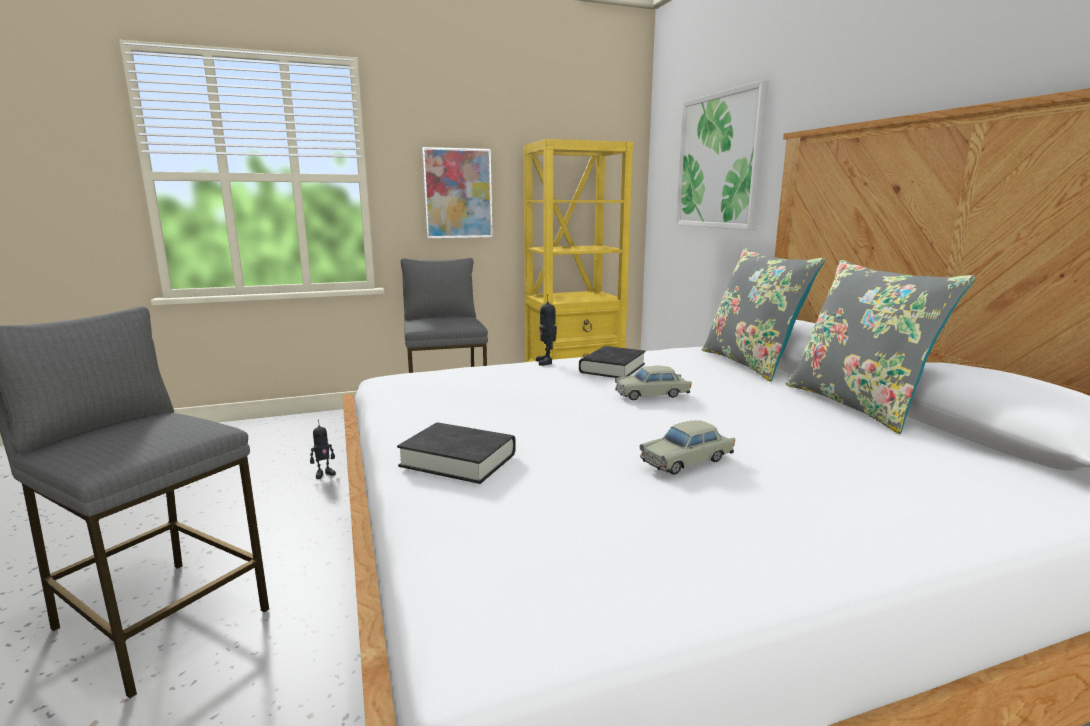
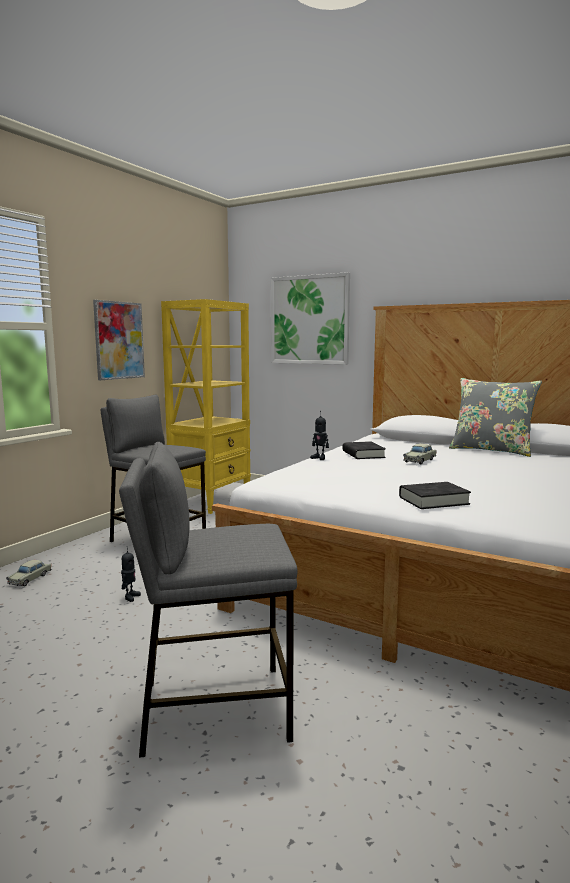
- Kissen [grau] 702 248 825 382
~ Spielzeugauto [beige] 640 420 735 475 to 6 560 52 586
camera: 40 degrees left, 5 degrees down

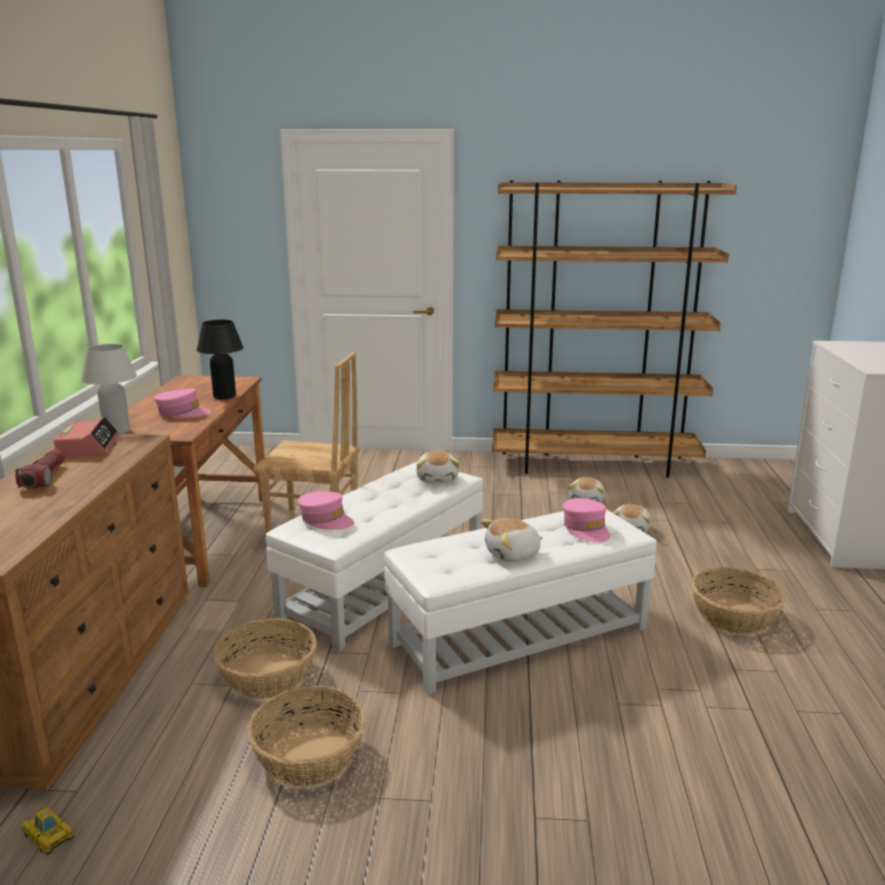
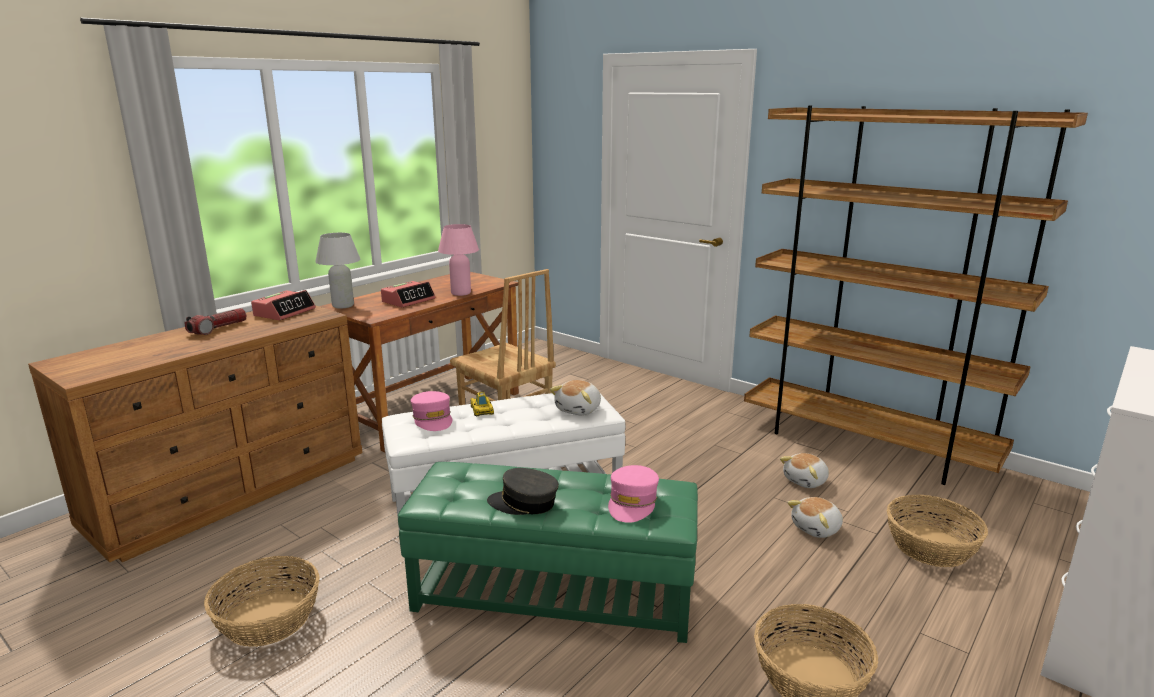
~ Spielzeugauto 22 807 74 855 to 471 392 494 416
~ Korb 214 618 317 699 to 887 495 988 567
~ Kappe [rosa] 154 388 211 418 to Wecker 381 281 436 307
~ Plüschtier 480 518 543 562 to Kappe [grau] 487 468 559 515
~ Tischlampe [schwarz] 197 320 243 399 to Tischlampe [rosa] 438 224 479 296
~ Polsterhocker [weiß] 384 509 657 695 to Polsterhocker [grün] 398 462 698 643
camera: 35 degrees right, 0 degrees up

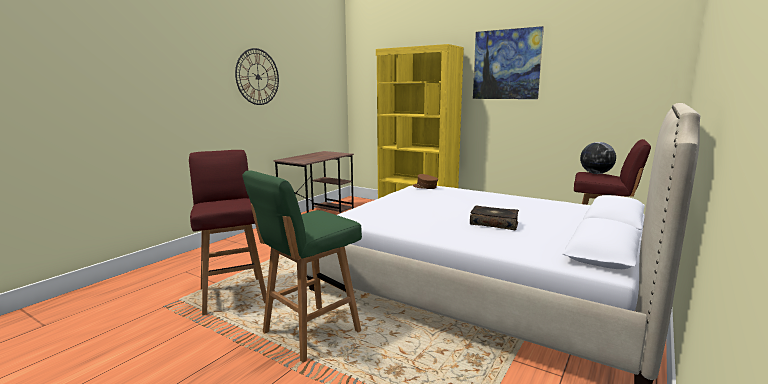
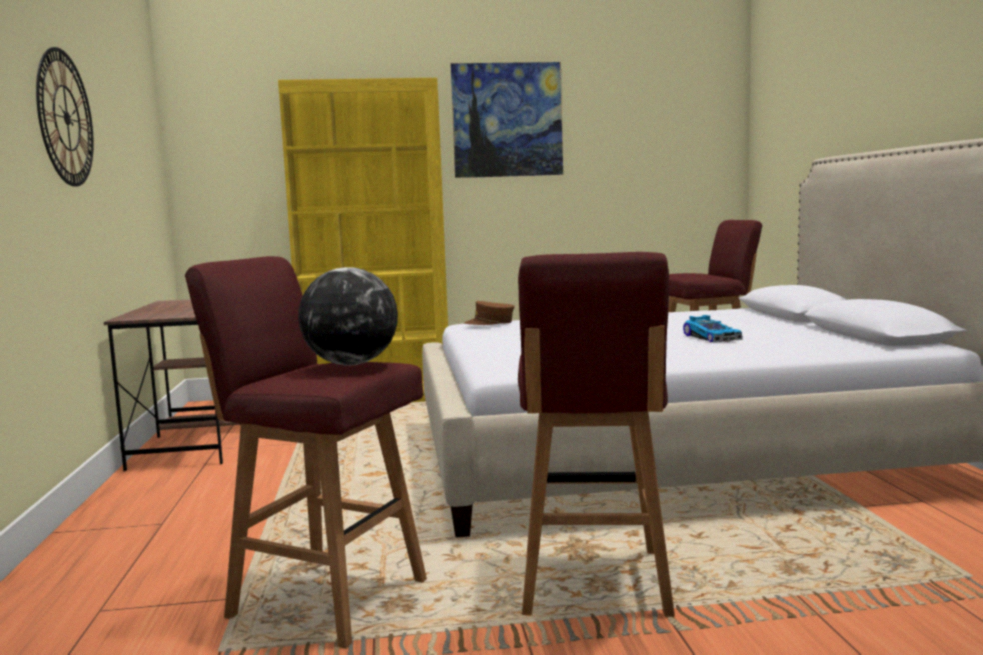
~ Globus 580 142 616 174 to 298 267 398 365
~ Buch 470 206 519 230 to Spielzeugauto 683 315 743 342
~ Hocker [grün] 242 170 362 363 to Hocker [rot] 518 252 675 617
camera: 40 degrees left, 5 degrees down

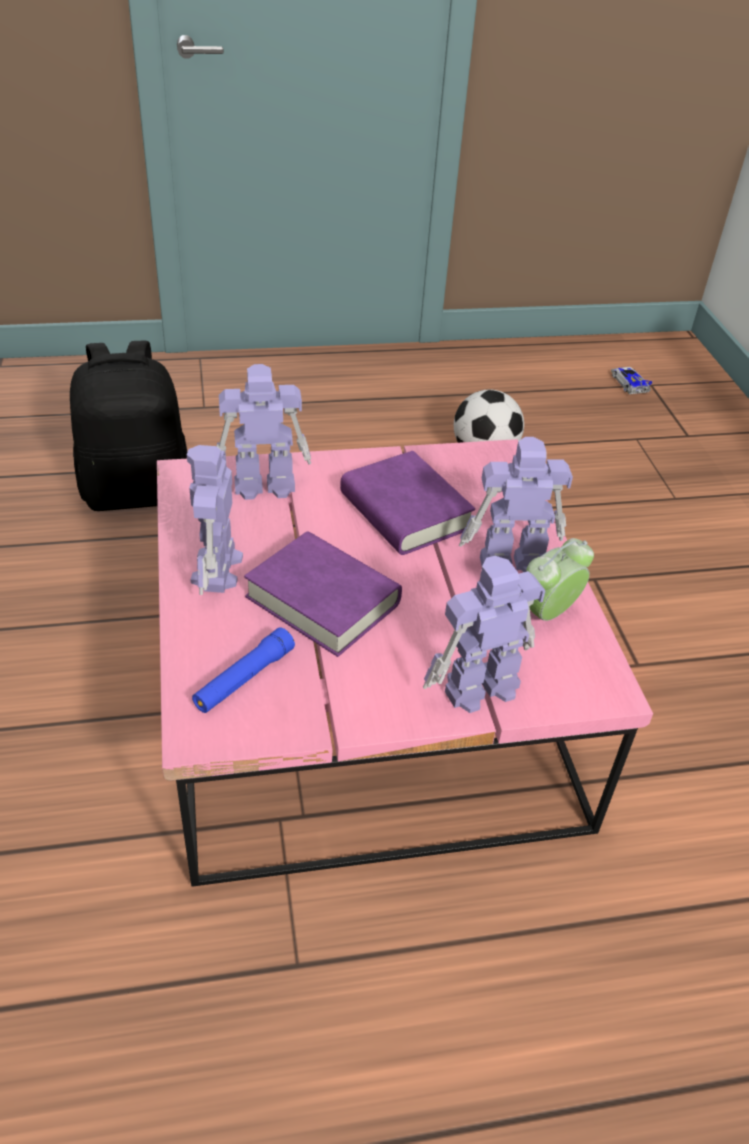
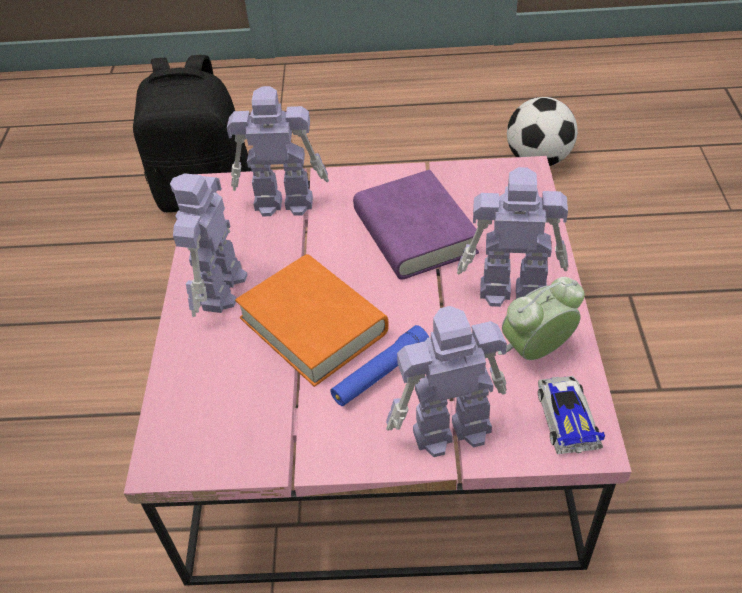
~ Taschenlampe [blau] 192 627 295 713 to 330 325 429 406
~ Spielzeugauto 611 367 652 394 to 538 376 605 454
~ Buch [lila] 244 532 402 657 to Buch [orange] 235 254 389 387
camera: 15 degrees right, 5 degrees up

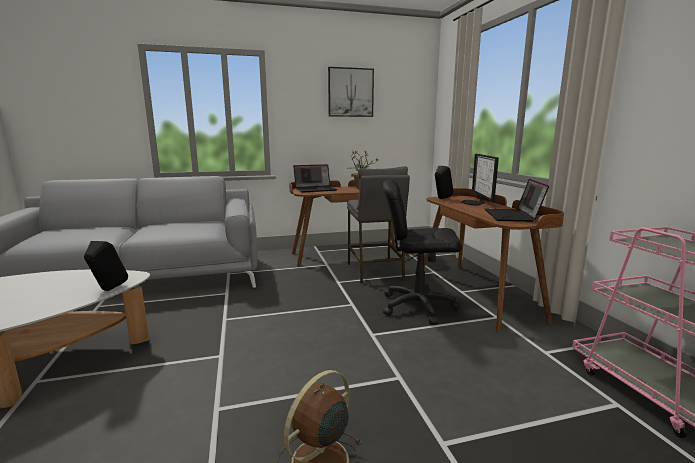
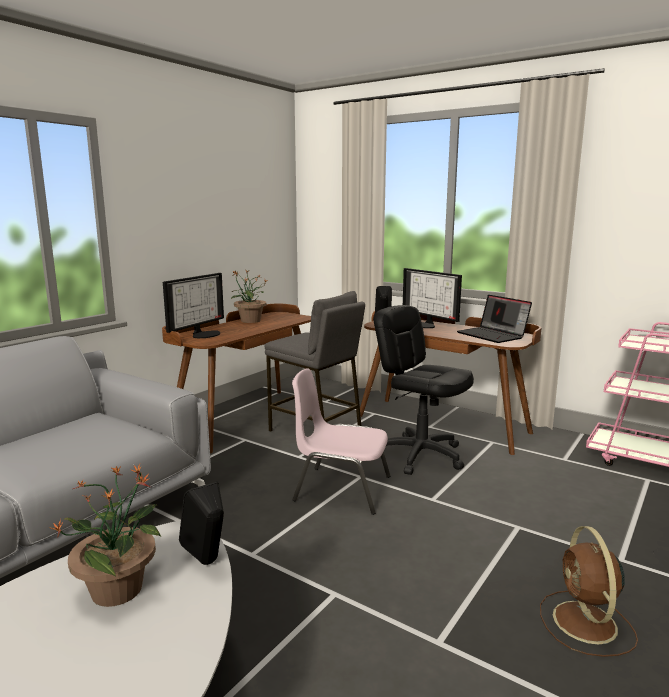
- Bild 328 67 374 117
+ Topfpflanze 51 464 161 607
+ Stuhl [rosa] 292 369 390 515
~ Laptop 293 164 337 193 to Monitor 163 273 224 338
~ Bürostuhl [schwarz] 383 180 462 325 = 374 305 474 475 75 degrees clockwise
camera: 40 degrees left, 0 degrees up

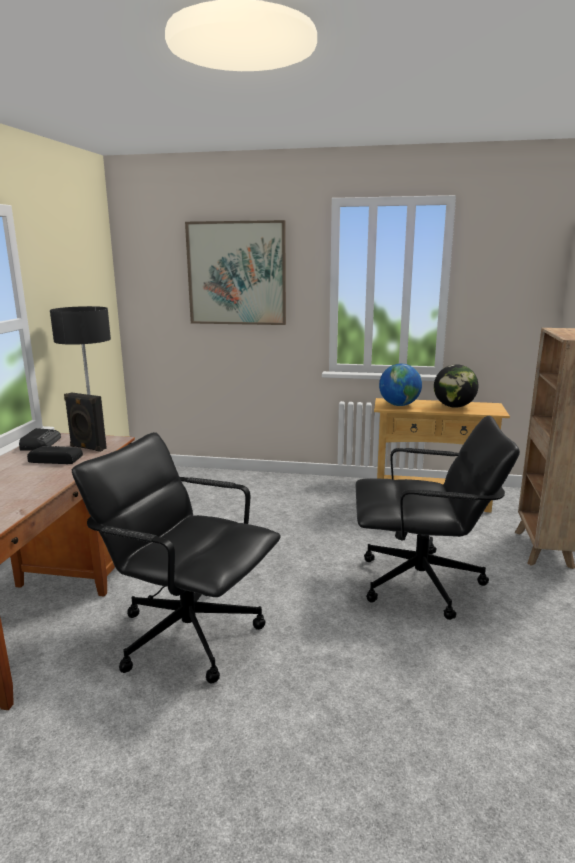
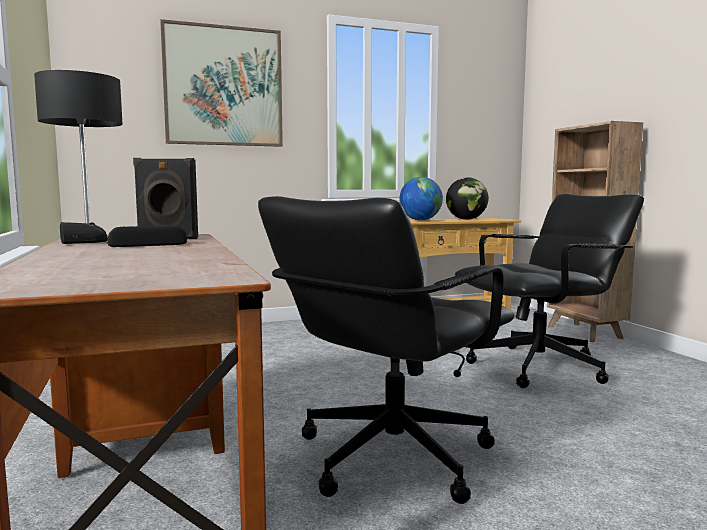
~ Bürostuhl [schwarz] 72 432 281 684 = 258 196 514 504 45 degrees counterclockwise
camera: 30 degrees left, 10 degrees down

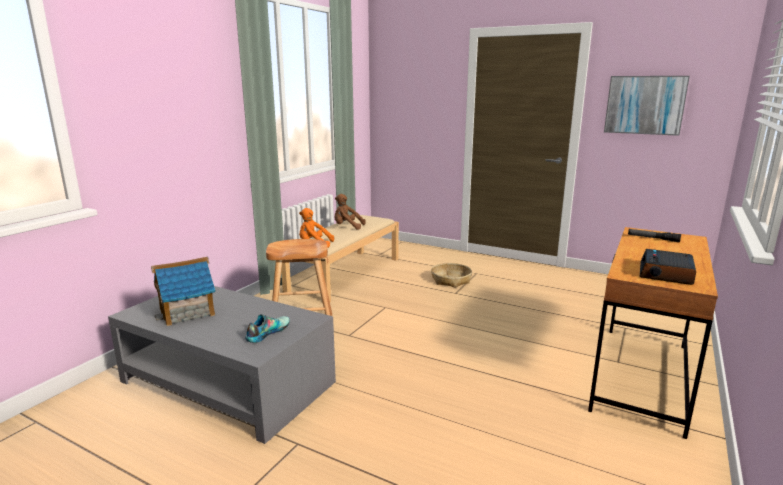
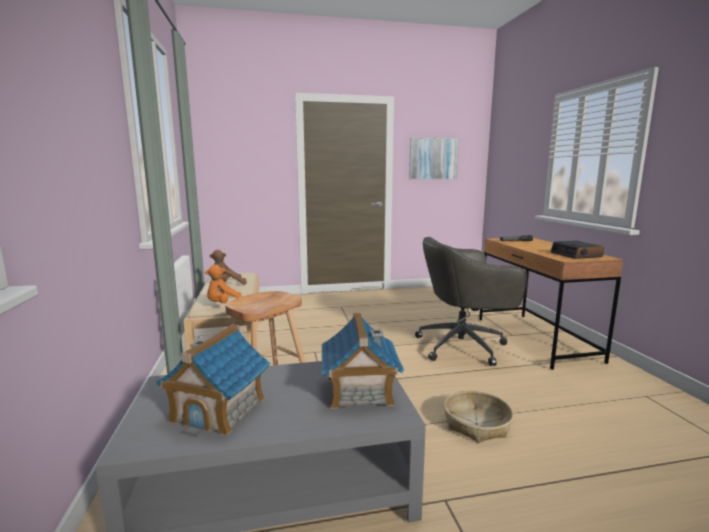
+ Bürostuhl [grau] 415 237 527 366
~ Korb 431 263 472 288 to 444 391 513 443
~ Schuh 245 314 290 343 to Spielzeughaus 322 312 404 409
camera: 40 degrees left, 5 degrees down

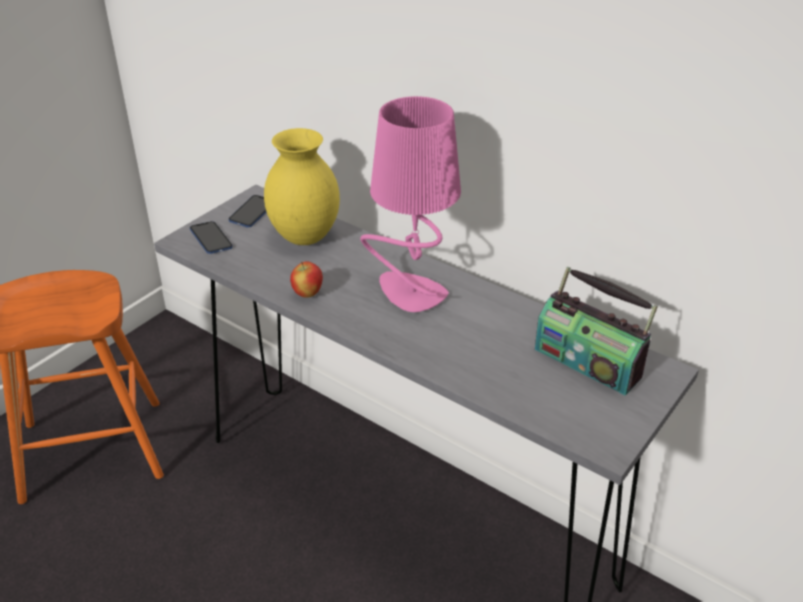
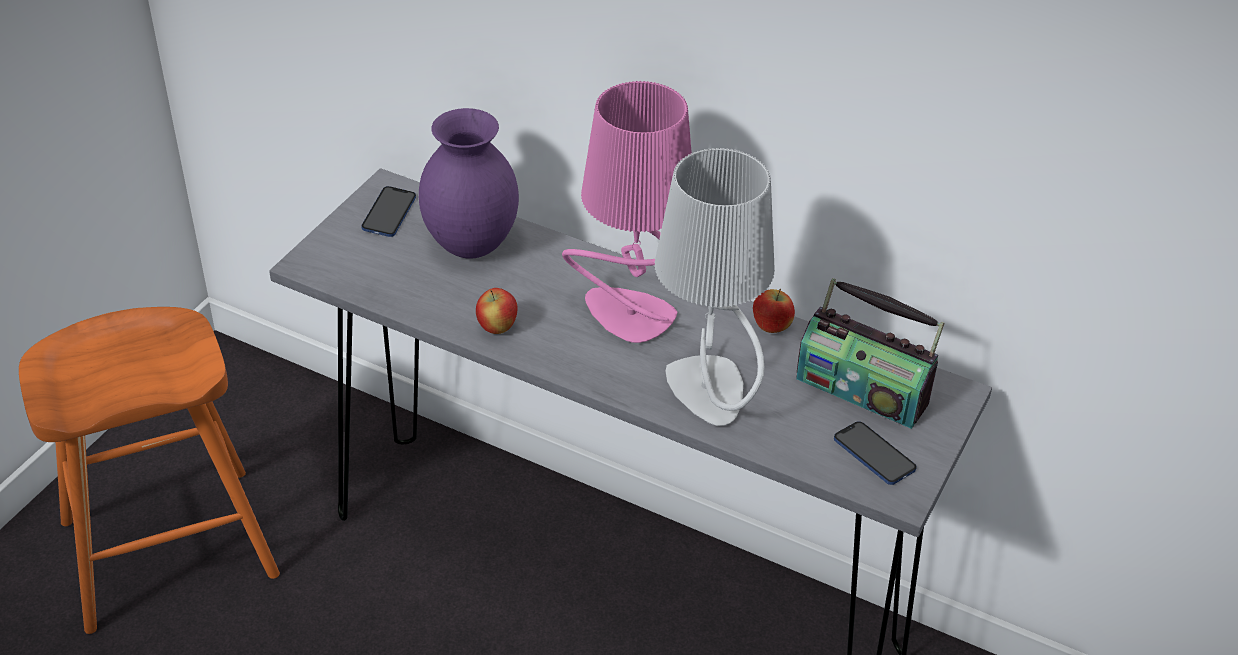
+ Tischlampe [grau] 655 148 775 426
+ Apfel 753 289 795 333
~ Handy 190 221 233 254 to 834 421 917 485
~ Vase [gelb] 264 128 340 245 to Vase [lila] 419 108 519 259
camera: 10 degrees left, 5 degrees up

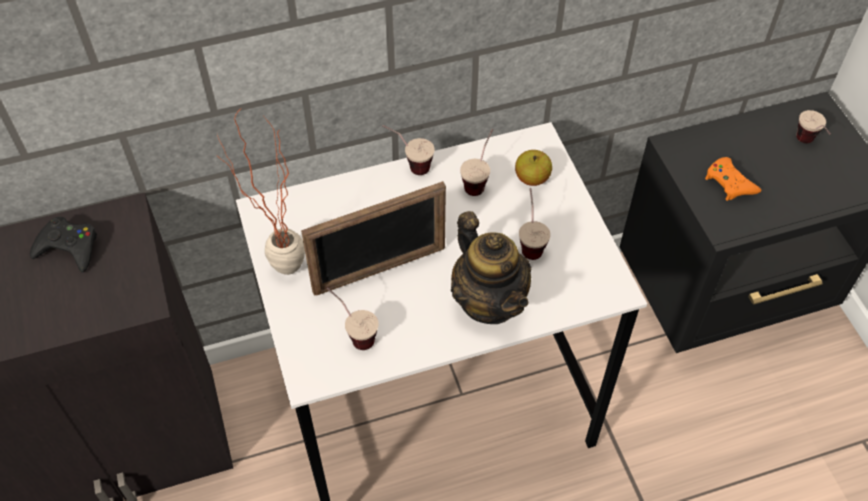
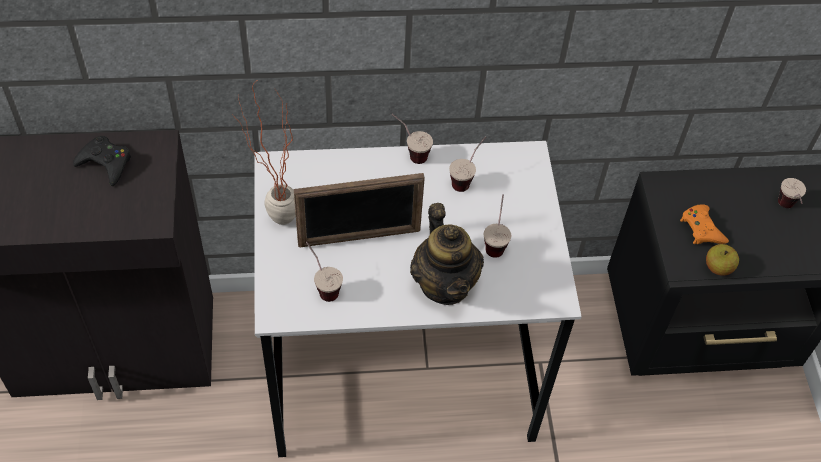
~ Apfel 515 150 552 186 to 706 244 739 276
camera: 10 degrees right, 0 degrees up

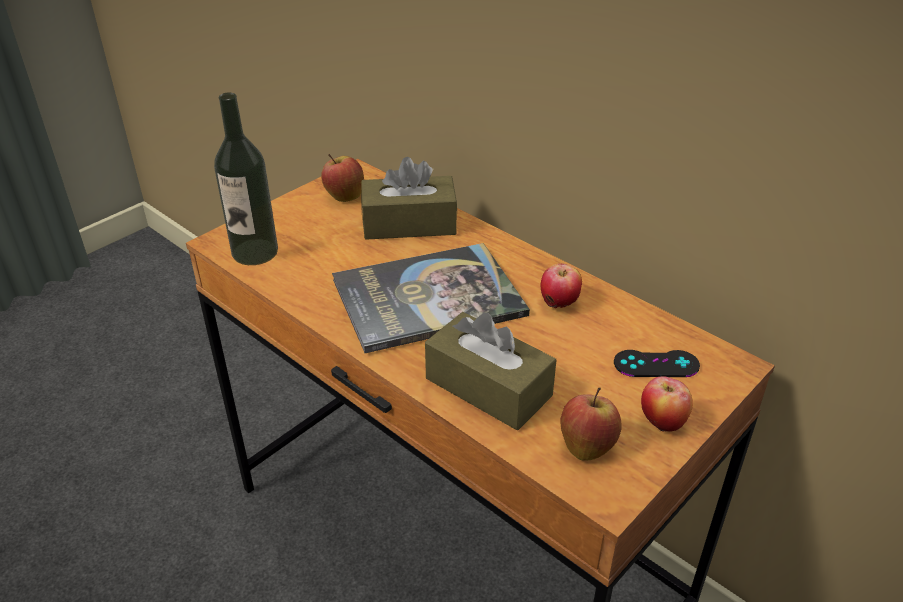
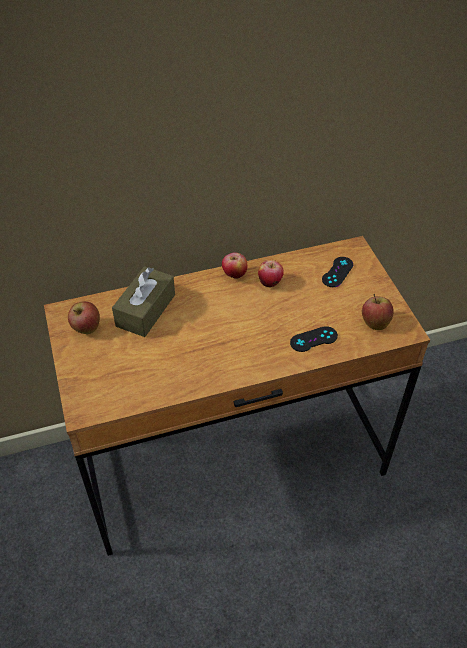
- Flasche 214 92 278 265
- Buch 332 243 530 353
~ Apfel 641 376 693 432 to 222 253 247 279
~ Taschentuchbox [braun] 425 312 556 430 to Gamepad [schwarz] 290 326 338 352
camera: 60 degrees left, 10 degrees up

